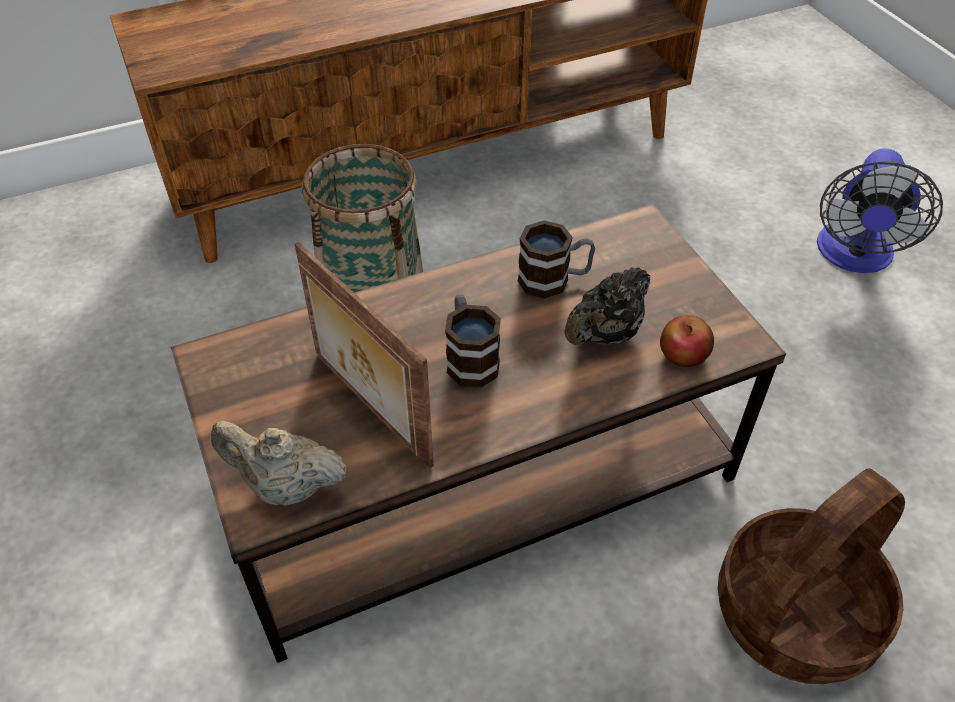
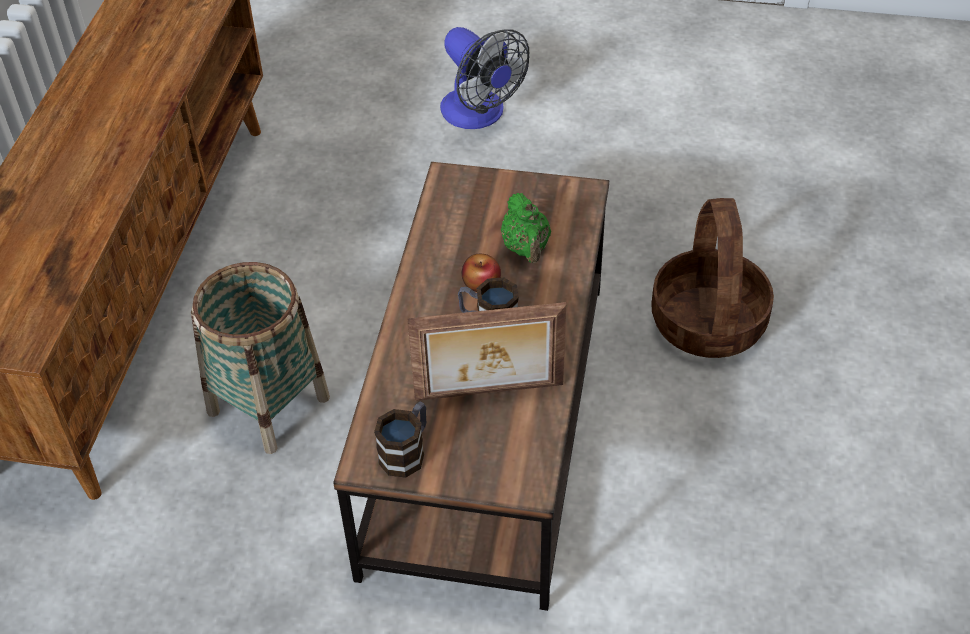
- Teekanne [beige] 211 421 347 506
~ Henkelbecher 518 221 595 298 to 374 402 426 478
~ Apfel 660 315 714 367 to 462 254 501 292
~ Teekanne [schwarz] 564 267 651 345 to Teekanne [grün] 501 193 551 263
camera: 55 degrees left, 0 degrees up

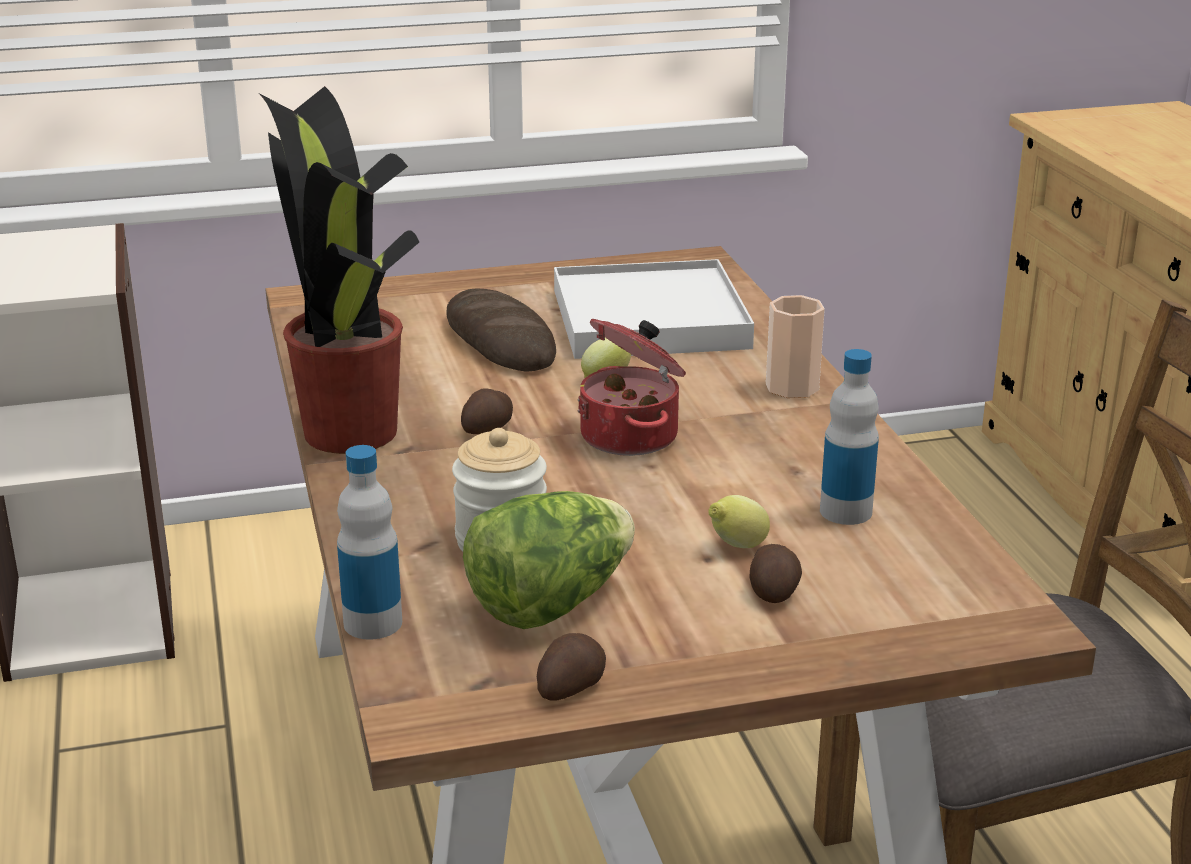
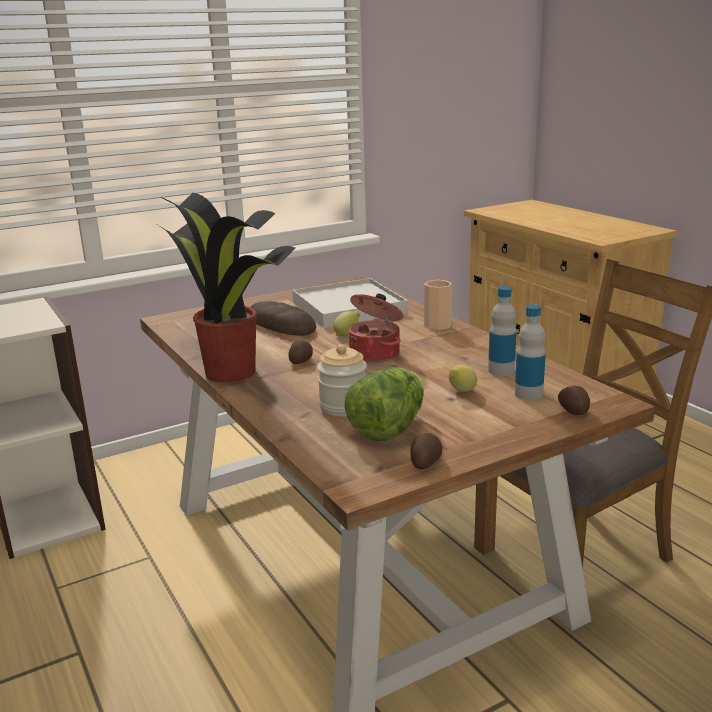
~ Flasche 337 445 402 640 to 515 304 546 401
~ Kartoffel 750 544 802 603 to 558 386 590 415
camera: 15 degrees left, 5 degrees down

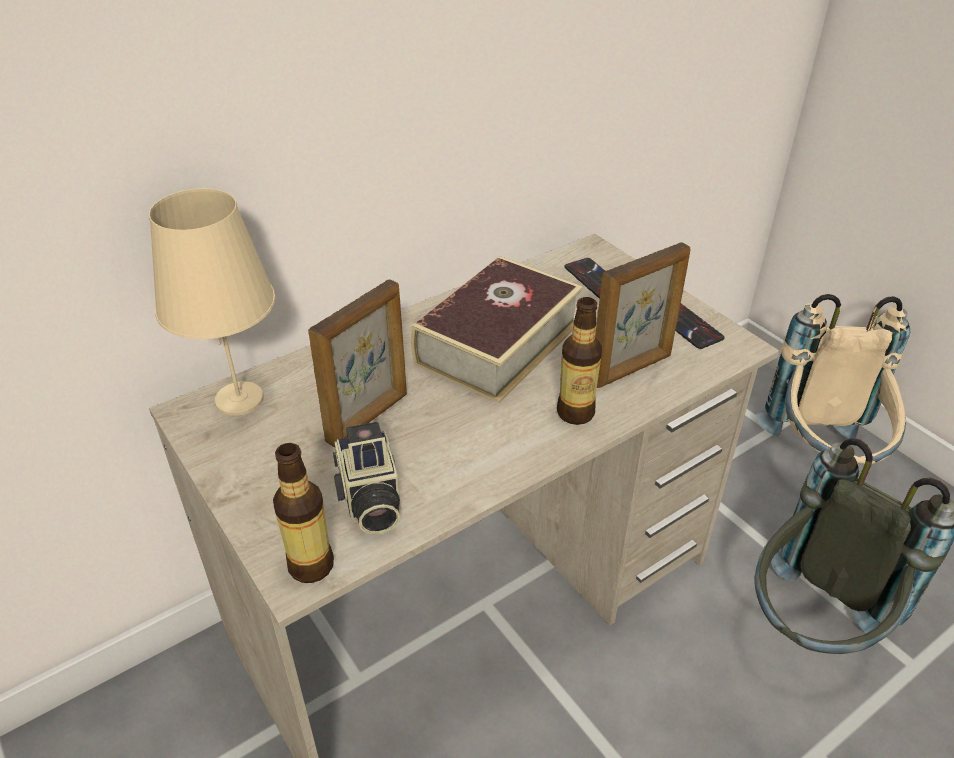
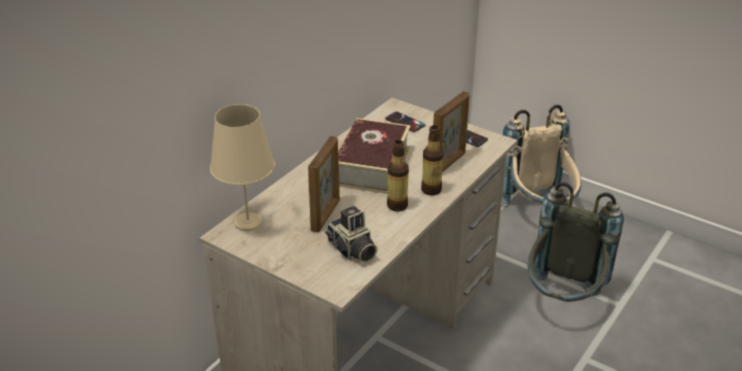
~ Flasche 273 443 334 583 to 387 140 409 212
camera: 20 degrees left, 5 degrees down

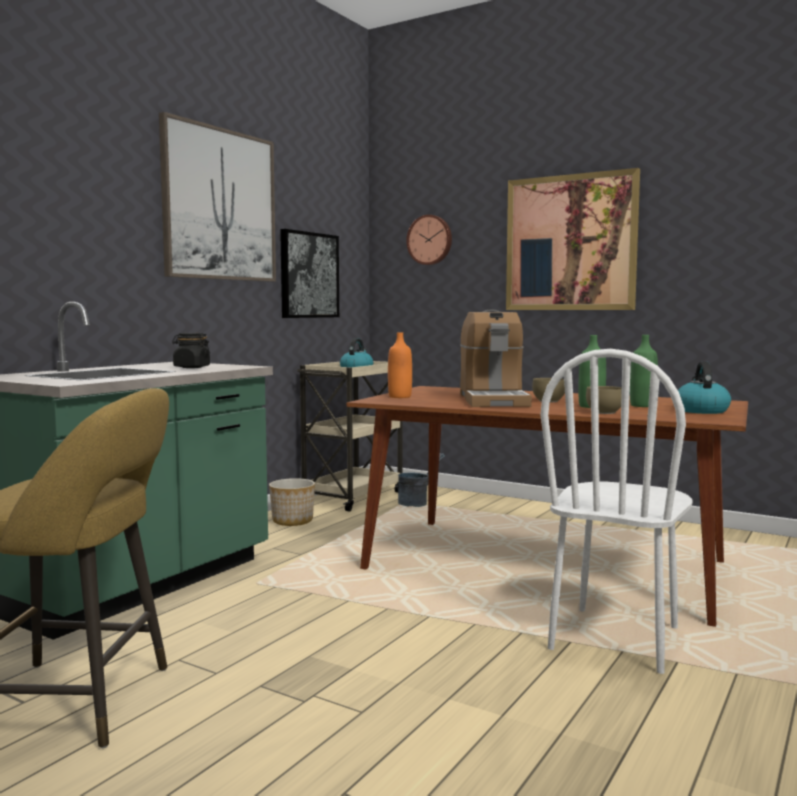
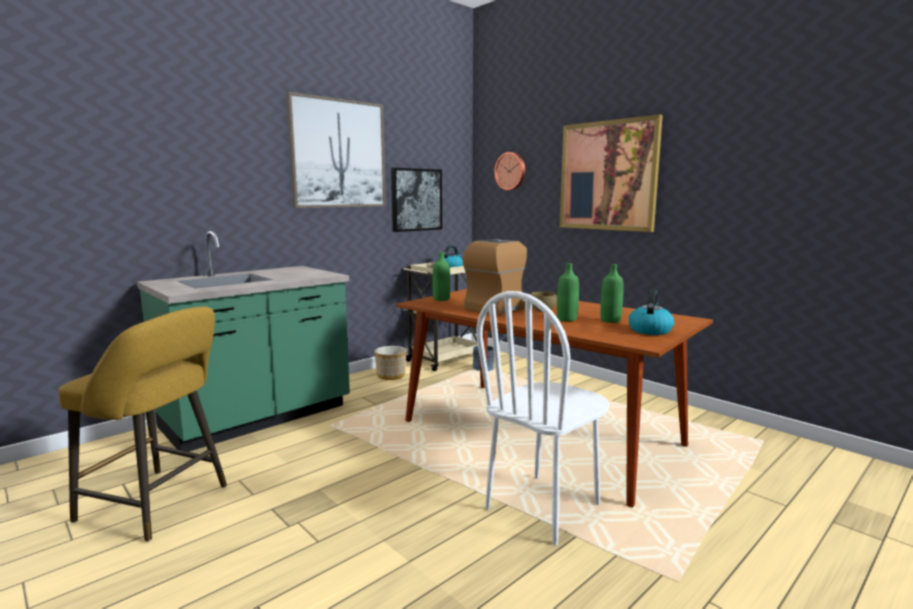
- Vorratsglas [schwarz] 172 333 210 368
- Schüssel [braun] 586 386 622 414
~ Flasche [orange] 388 332 412 398 to Flasche [grün] 432 252 450 301
~ Kaffeemaschine 460 310 532 407 = 463 239 533 316 150 degrees counterclockwise
camera: 15 degrees right, 5 degrees up

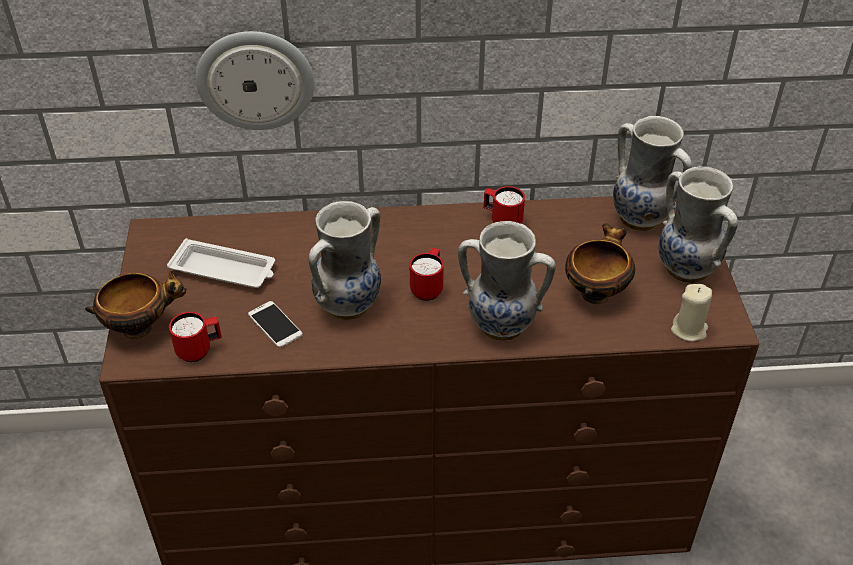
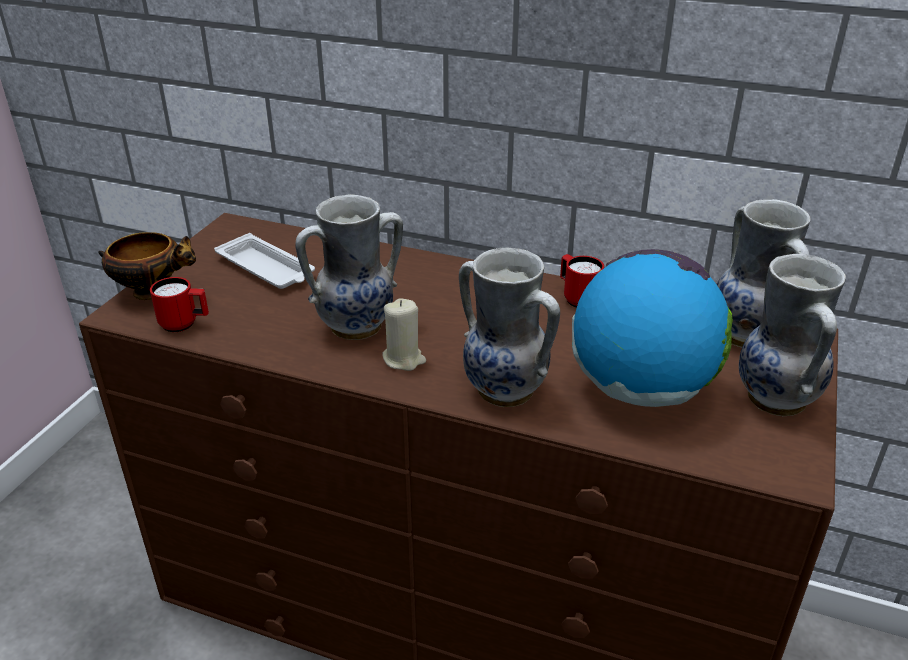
- Wanduhr 195 31 315 130
- Handy 248 301 303 348
- Henkelbecher [rot] 410 248 444 301
~ Kerze [beige] 671 284 712 342 to 382 298 426 371
~ Schüssel 565 223 635 304 to Globus 572 249 733 407
camera: 25 degrees right, 10 degrees down

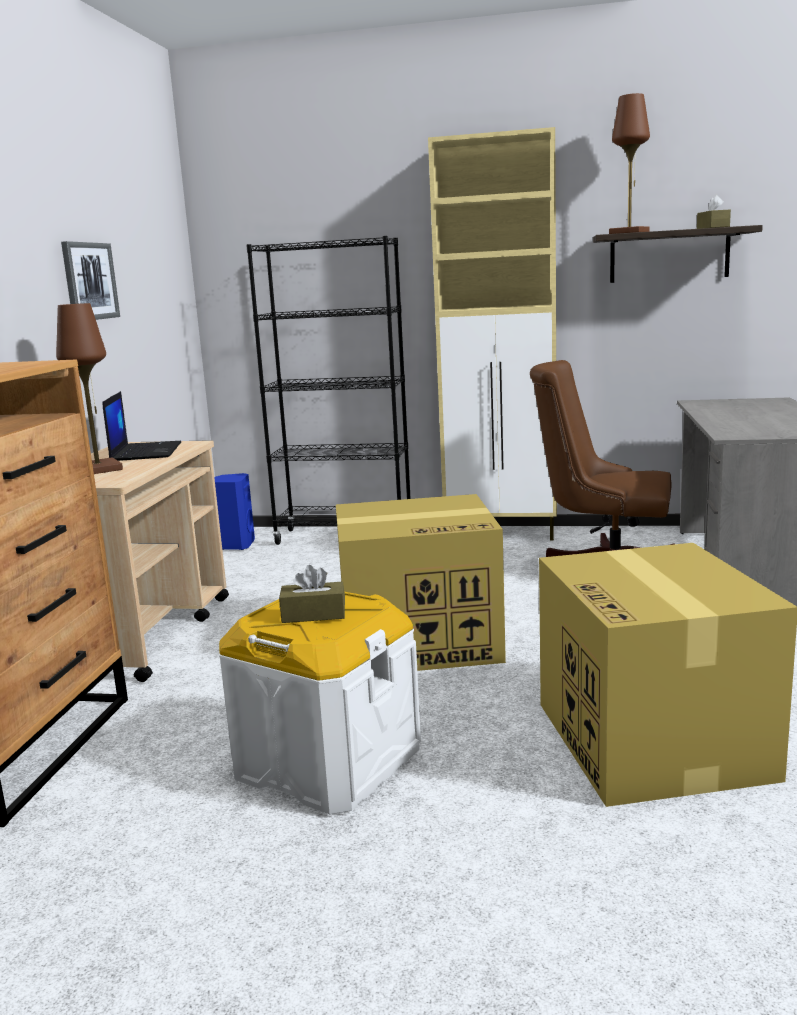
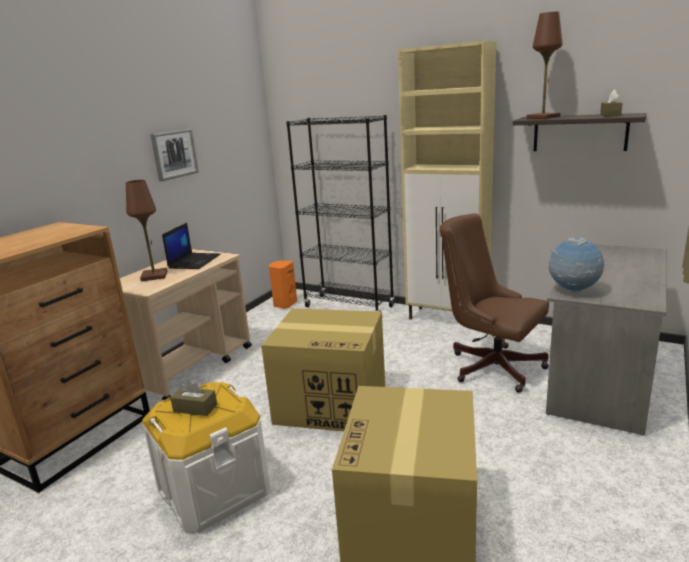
+ Globus 549 238 605 292
~ Lautsprecher [blau] 214 473 255 550 to Lautsprecher [orange] 269 261 297 309
camera: 20 degrees right, 5 degrees up

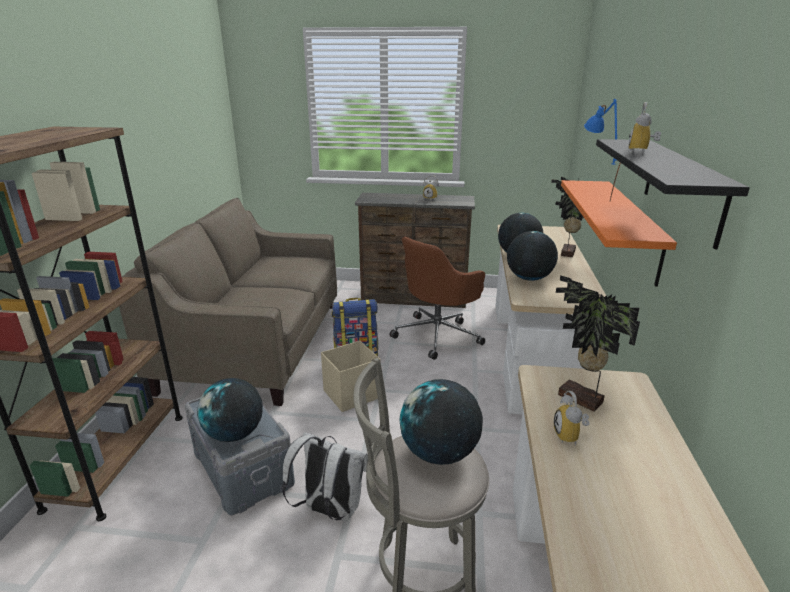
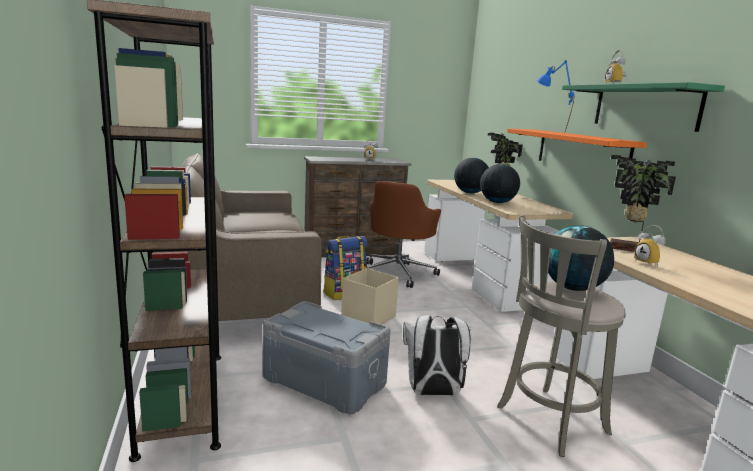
- Globus 197 378 263 442
~ Wandregal [schwarz] 596 139 750 250 to Wandregal [grün] 562 82 725 132
camera: 25 degrees left, 10 degrees down

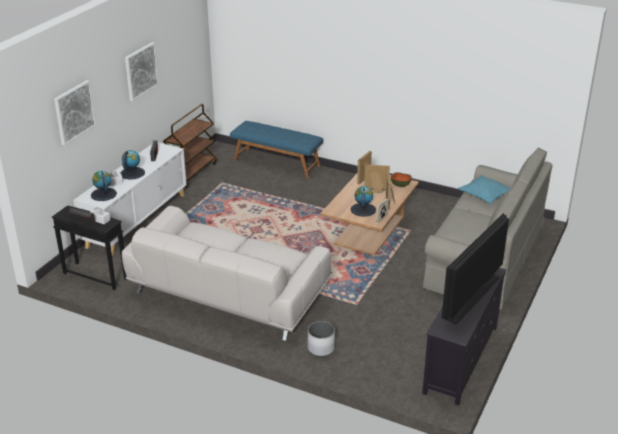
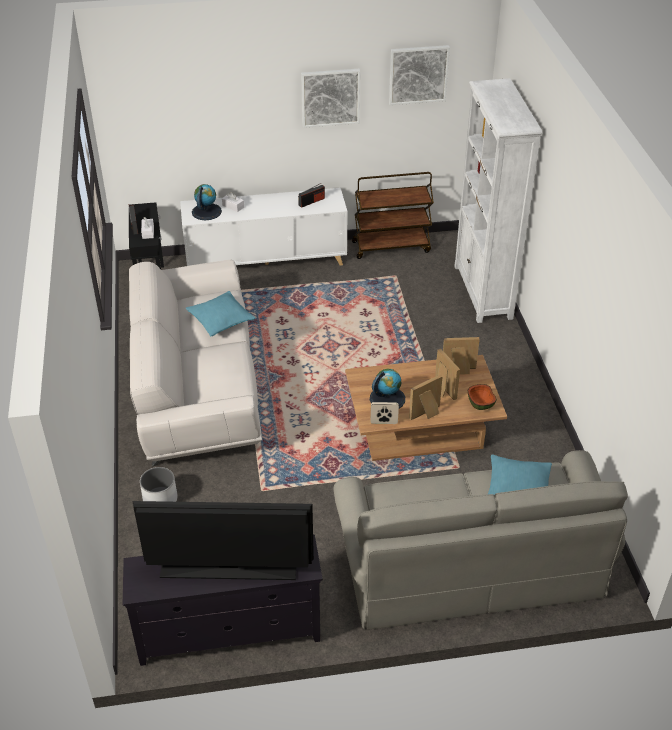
- Globus 120 150 145 180
+ Kissen [türkis] 186 291 256 336
~ Bild 54 80 96 146 to 389 45 450 105
~ Bank [blau] 230 121 323 179 to Bücherregal [weiß] 454 78 542 323
camera: 55 degrees right, 10 degrees up

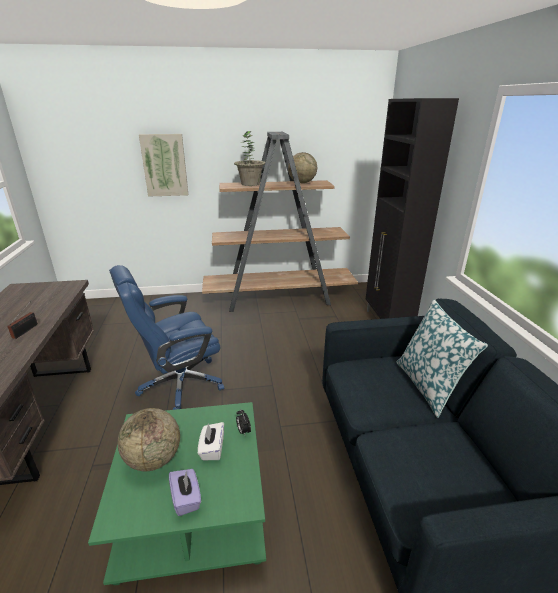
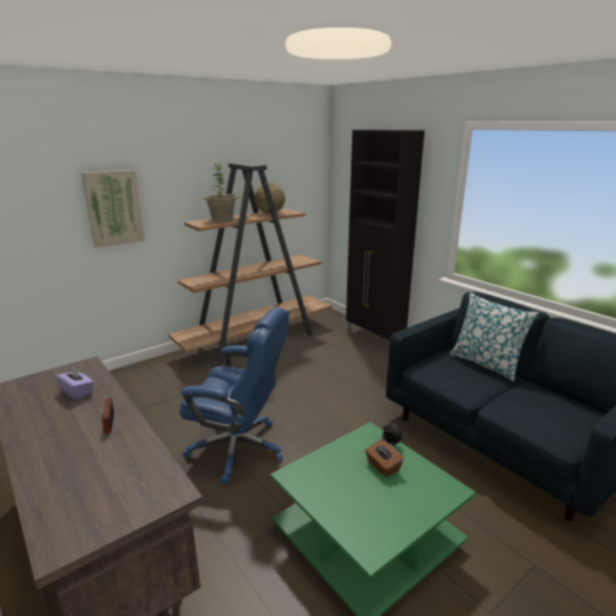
- Globus 118 408 180 471
~ Taschentuchbox [lila] 169 469 201 516 to 56 366 94 400
~ Taschentuchbox [weiß] 198 422 224 460 to Taschentuchbox [braun] 365 439 404 477
~ Bürostuhl [blau] 109 265 224 410 = 180 307 289 484 105 degrees counterclockwise
camera: 30 degrees left, 5 degrees down

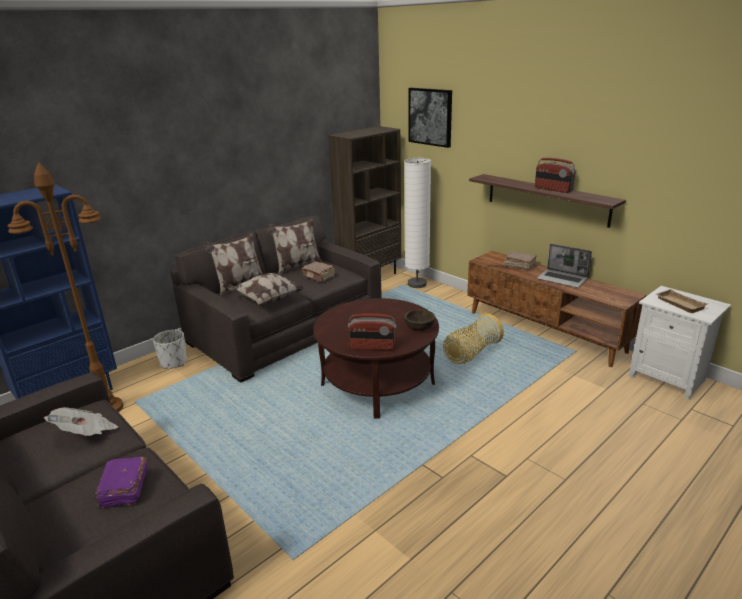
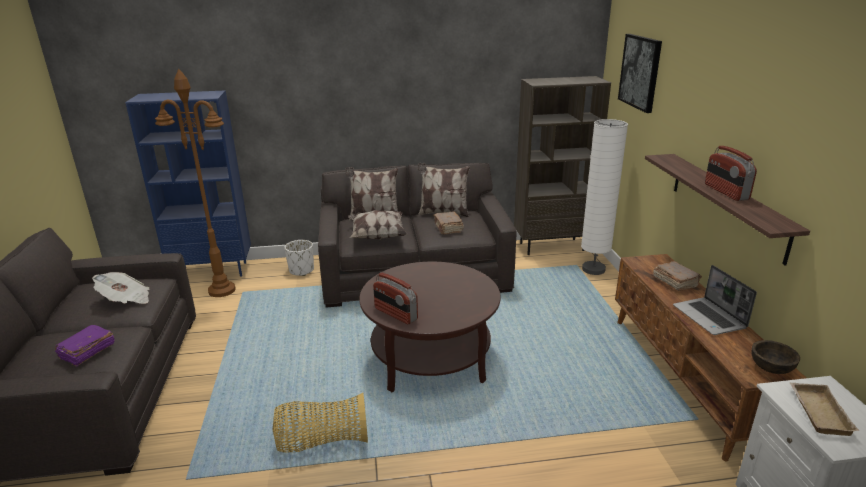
~ Schüssel [braun] 404 309 435 331 to 751 340 800 374
~ Korb 443 313 504 364 to 273 393 368 453
camera: 35 degrees right, 0 degrees up

